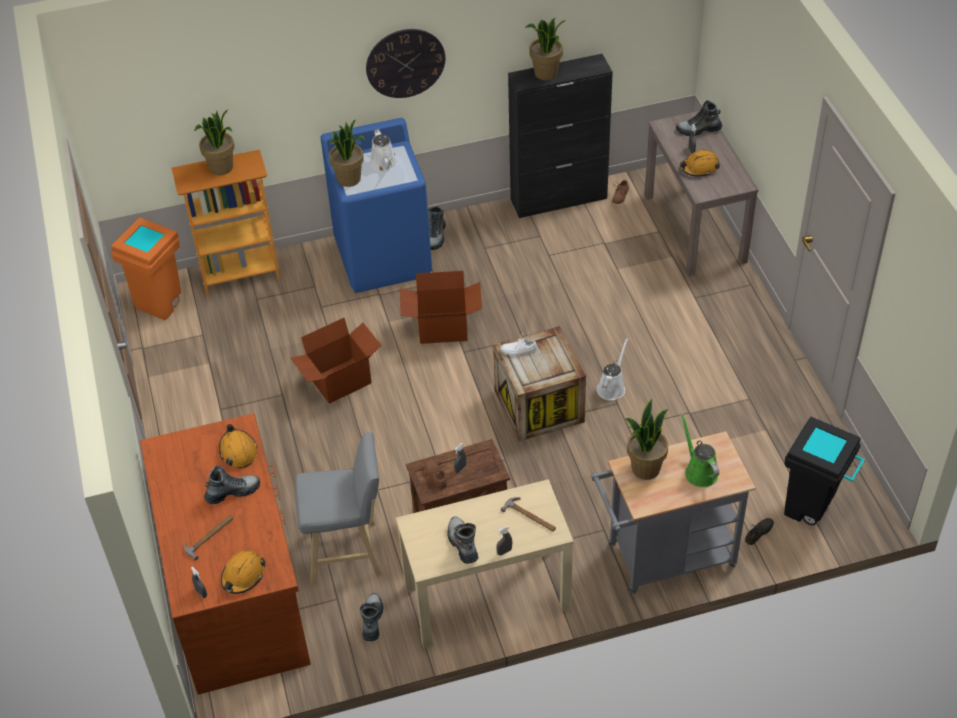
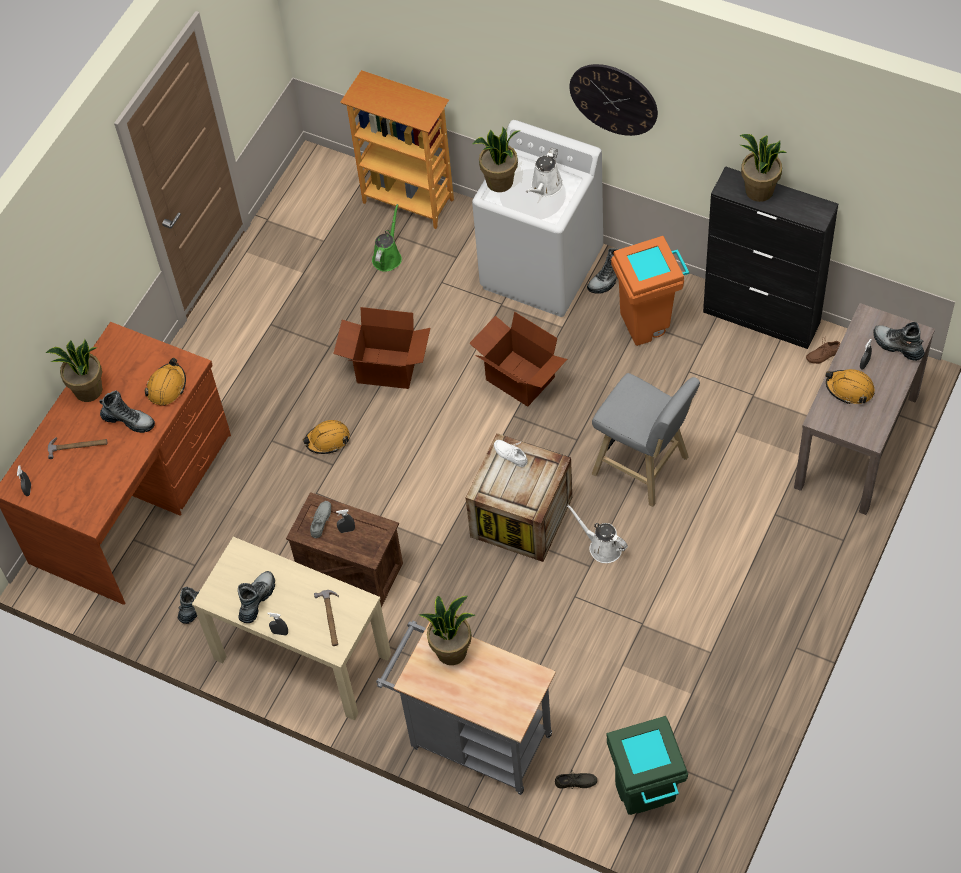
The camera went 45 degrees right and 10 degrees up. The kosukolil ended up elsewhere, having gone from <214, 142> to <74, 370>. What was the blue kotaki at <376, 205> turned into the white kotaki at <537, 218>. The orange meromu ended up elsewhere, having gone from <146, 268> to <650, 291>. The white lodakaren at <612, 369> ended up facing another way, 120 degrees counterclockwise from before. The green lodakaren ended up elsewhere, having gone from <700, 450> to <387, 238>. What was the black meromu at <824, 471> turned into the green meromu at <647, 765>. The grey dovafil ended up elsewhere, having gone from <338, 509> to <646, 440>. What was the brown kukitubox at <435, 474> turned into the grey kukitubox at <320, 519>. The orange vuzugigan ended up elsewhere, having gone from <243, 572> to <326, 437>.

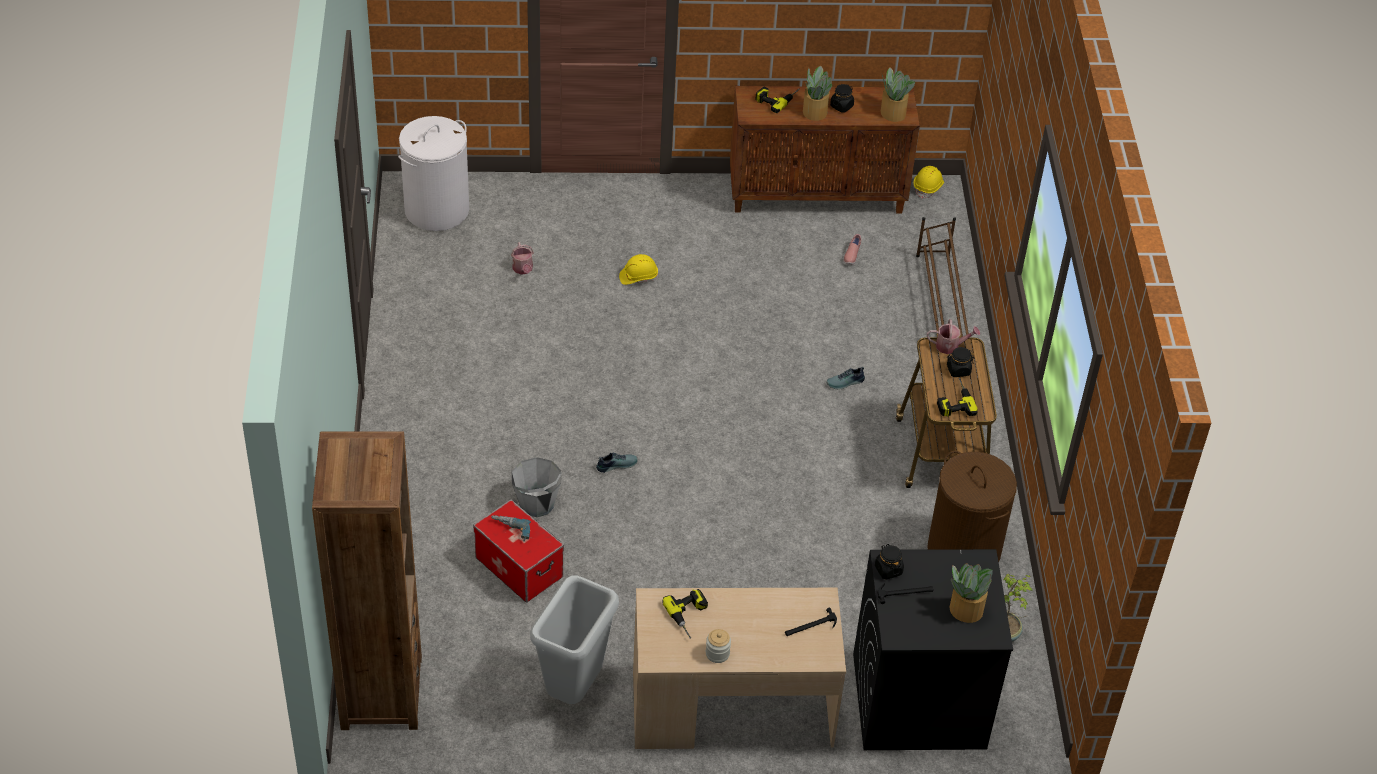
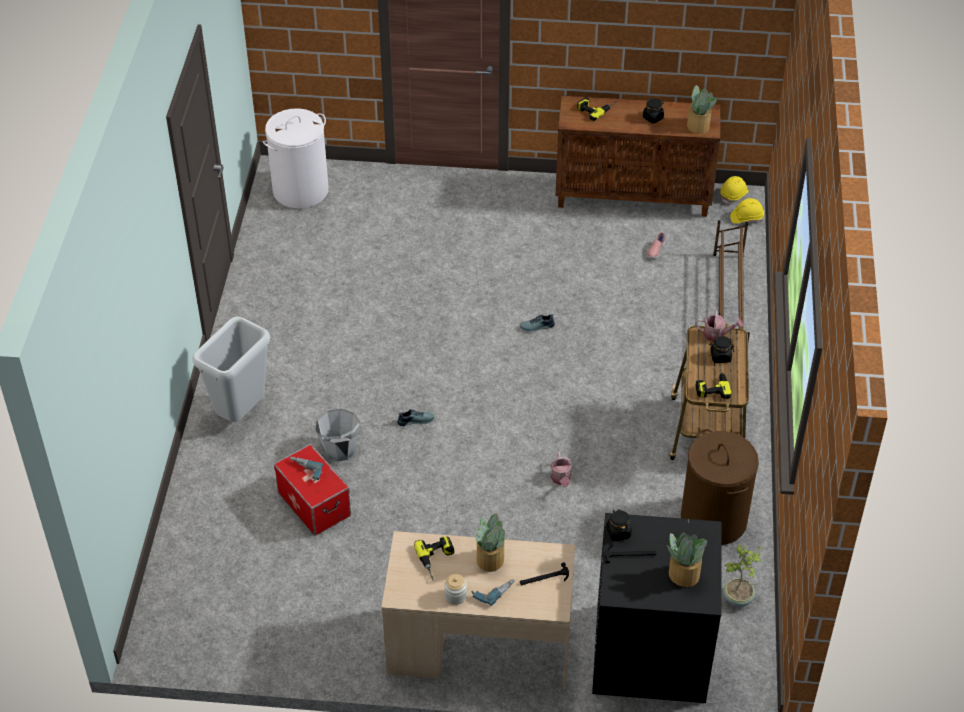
The camera went 10 degrees right and 0 degrees up. The kosukolil ended up elsewhere, having gone from <817, 93> to <490, 542>. The lodakaren ended up elsewhere, having gone from <522, 258> to <561, 469>. The yellow vuzugigan ended up elsewhere, having gone from <638, 269> to <747, 210>. The kukitubox ended up elsewhere, having gone from <845, 378> to <537, 323>. The second view lost the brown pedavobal at <367, 580>. The grey meromu ended up elsewhere, having gone from <574, 639> to <231, 369>. The second view gained the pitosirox at <493, 592>.

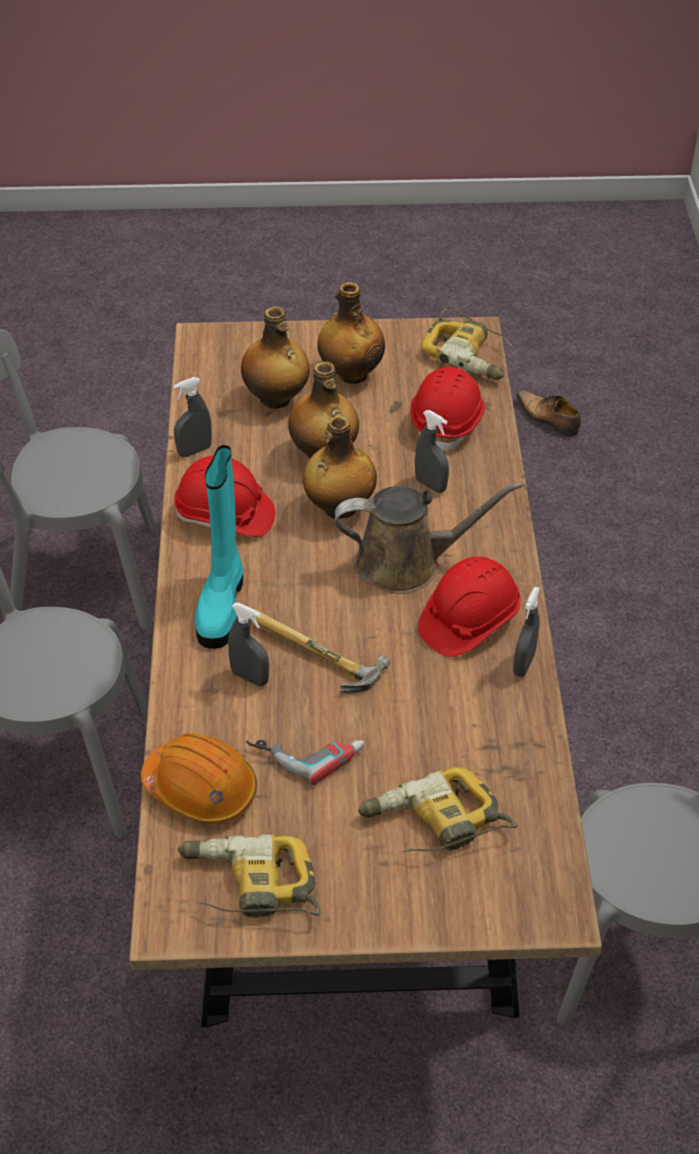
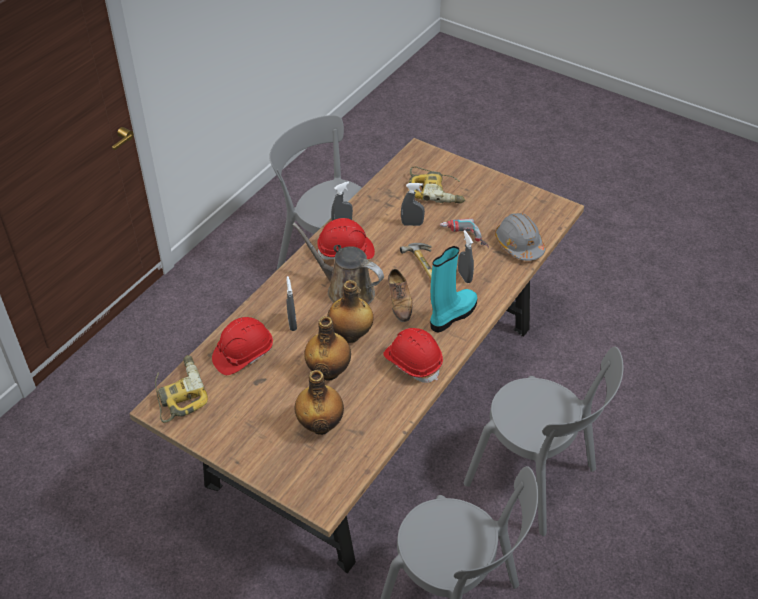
The camera went 145 degrees left and 0 degrees up. The second view lost the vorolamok at <351, 333>. The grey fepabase ended up elsewhere, having gone from <192, 417> to <413, 204>. The kukitubox ended up elsewhere, having gone from <548, 413> to <400, 295>. What was the orange vuzugigan at <199, 778> turned into the grey vuzugigan at <520, 237>. The second view lost the pitosirox at <249, 876>.

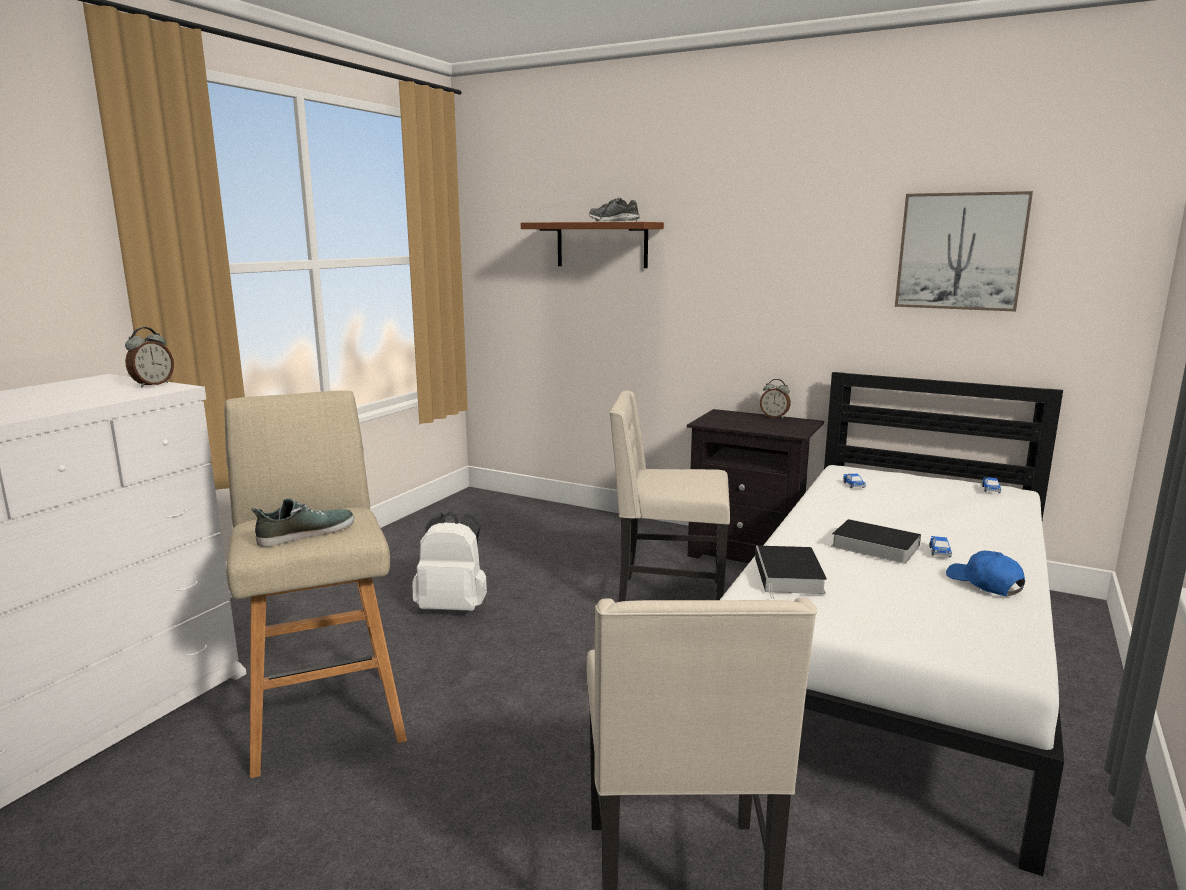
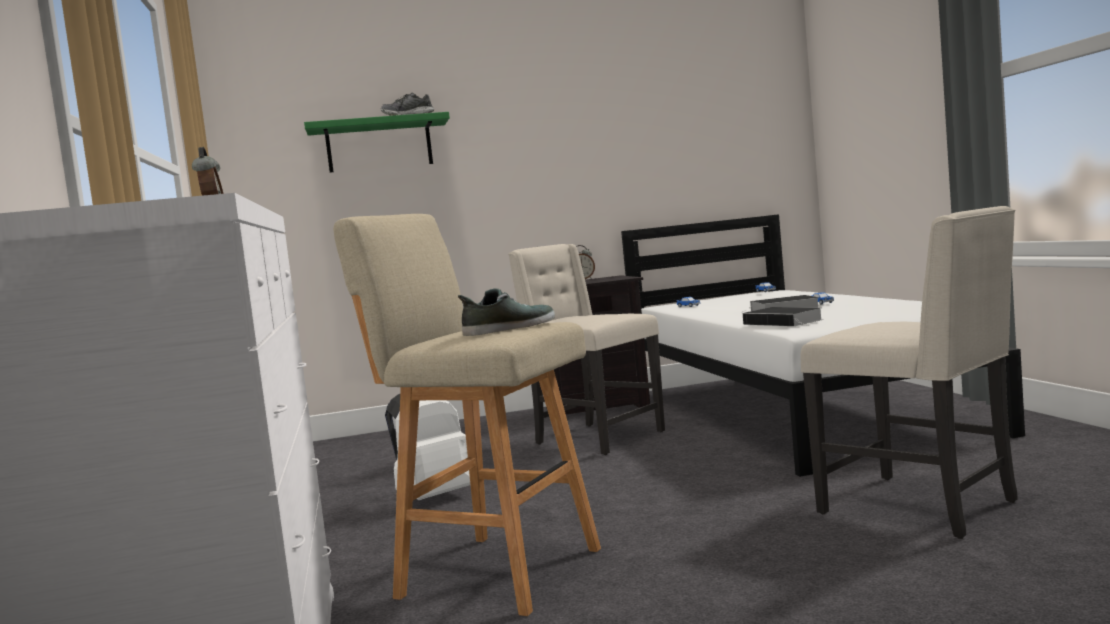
The camera went 40 degrees left and 10 degrees down. The second view lost the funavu at <964, 251>. What was the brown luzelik at <592, 245> turned into the green luzelik at <377, 142>. The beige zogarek at <669, 496> ended up facing another way, 75 degrees clockwise from before. The kukitubox at <302, 523> ended up facing another way, 45 degrees clockwise from before. The second view lost the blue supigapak at <985, 573>.

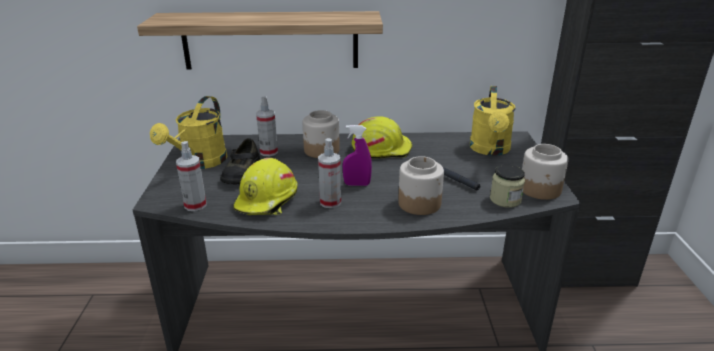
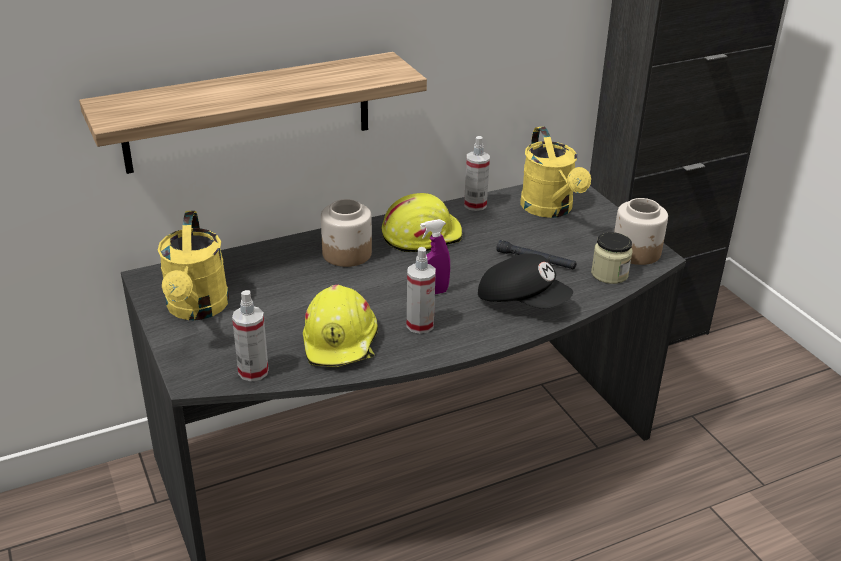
The camera went 25 degrees left and 5 degrees up. The fepabase ended up elsewhere, having gone from <267, 126> to <477, 173>. The second view lost the black kukitubox at <240, 161>. Where the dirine stood at <421, 185>, the black supigapak came to stand at <525, 281>.

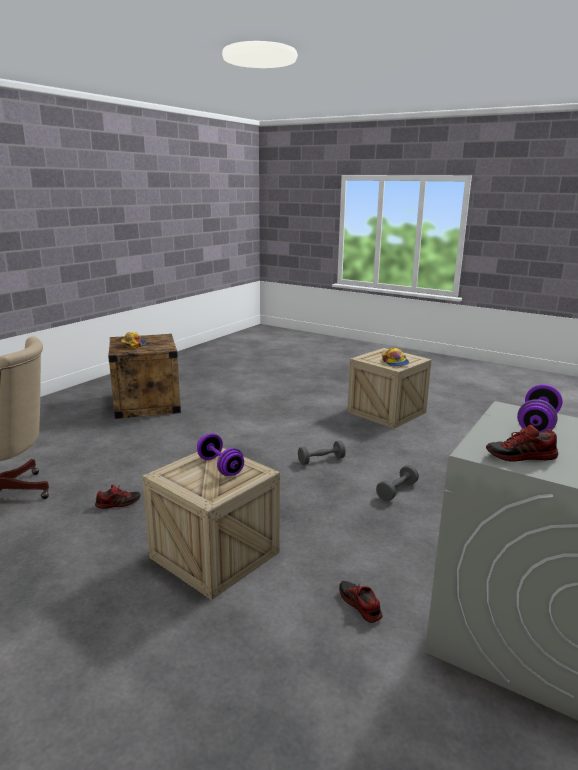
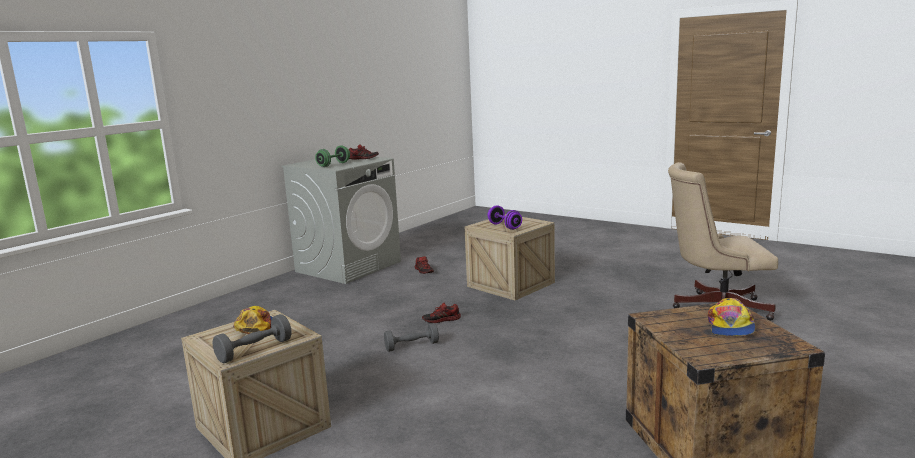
The camera went 175 degrees left and 5 degrees down. What was the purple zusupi at <540, 408> turned into the green zusupi at <332, 156>. The grey zusupi ended up elsewhere, having gone from <397, 483> to <252, 338>. The kukitubox ended up elsewhere, having gone from <118, 497> to <441, 313>.

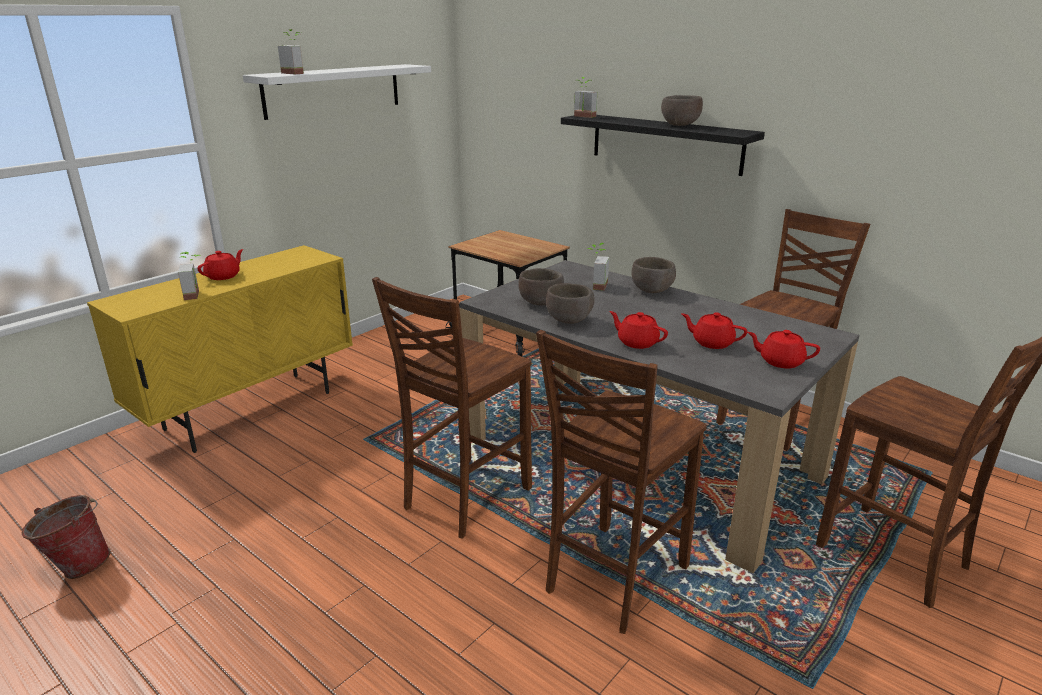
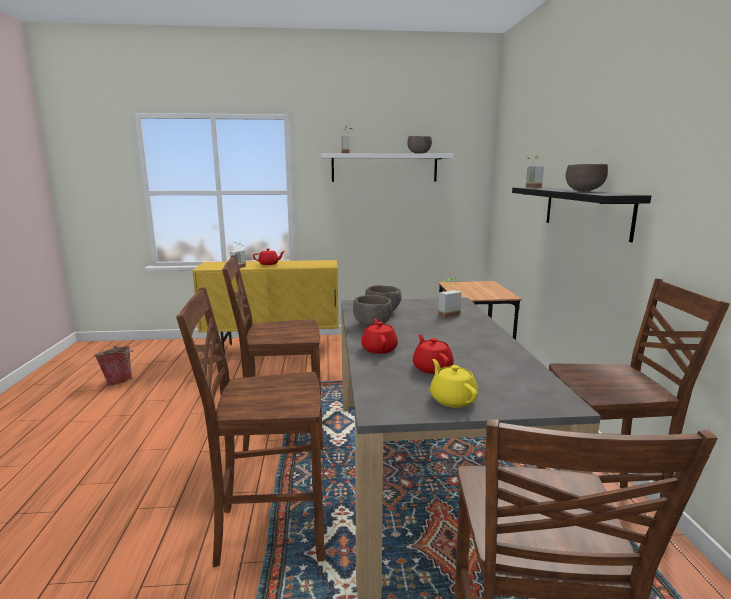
The camera went 45 degrees right and 10 degrees down. The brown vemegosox ended up elsewhere, having gone from <653, 275> to <419, 145>. What was the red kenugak at <783, 349> turned into the yellow kenugak at <454, 383>.

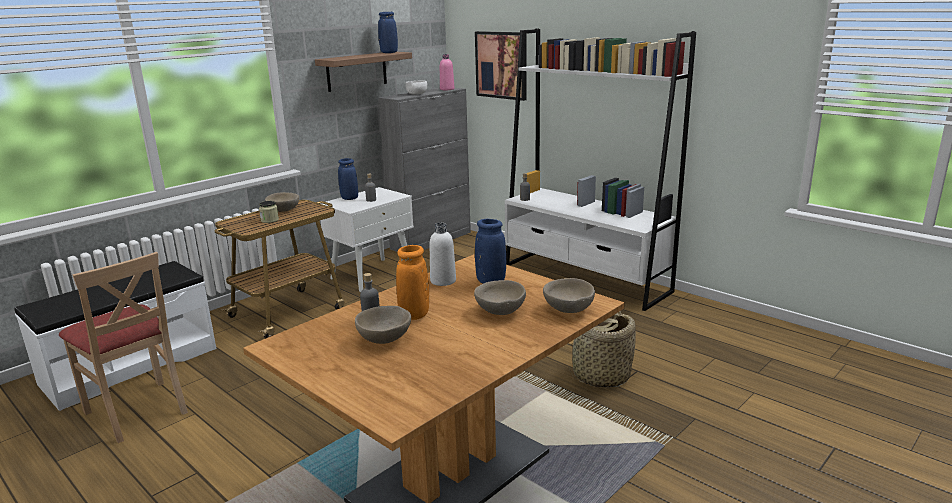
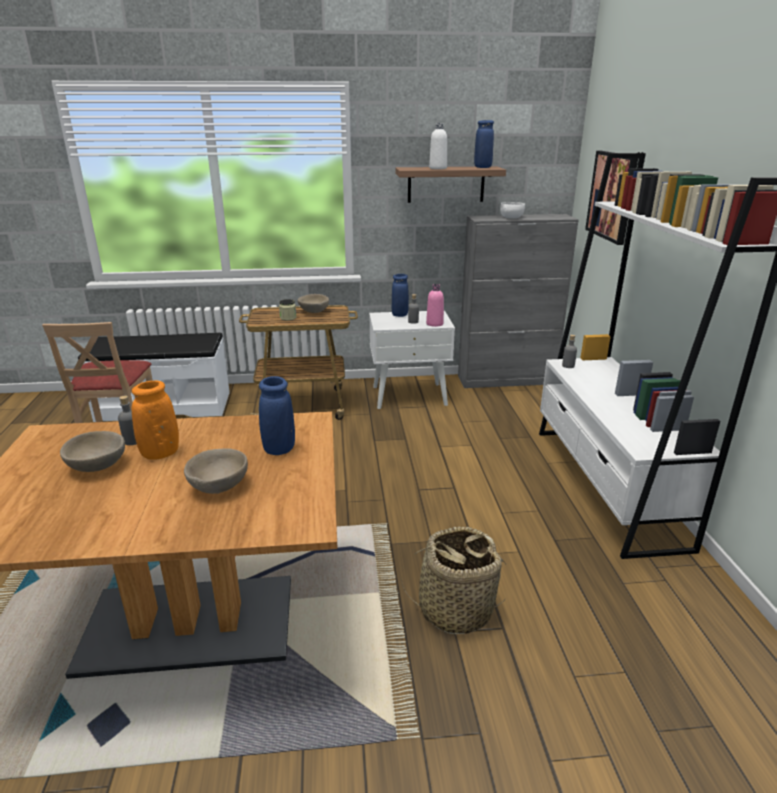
The camera went 40 degrees right and 5 degrees up. The pink vorolamok ended up elsewhere, having gone from <447, 72> to <435, 305>. The white vorolamok ended up elsewhere, having gone from <443, 254> to <438, 146>. The second view lost the beige vemegosox at <569, 295>.

